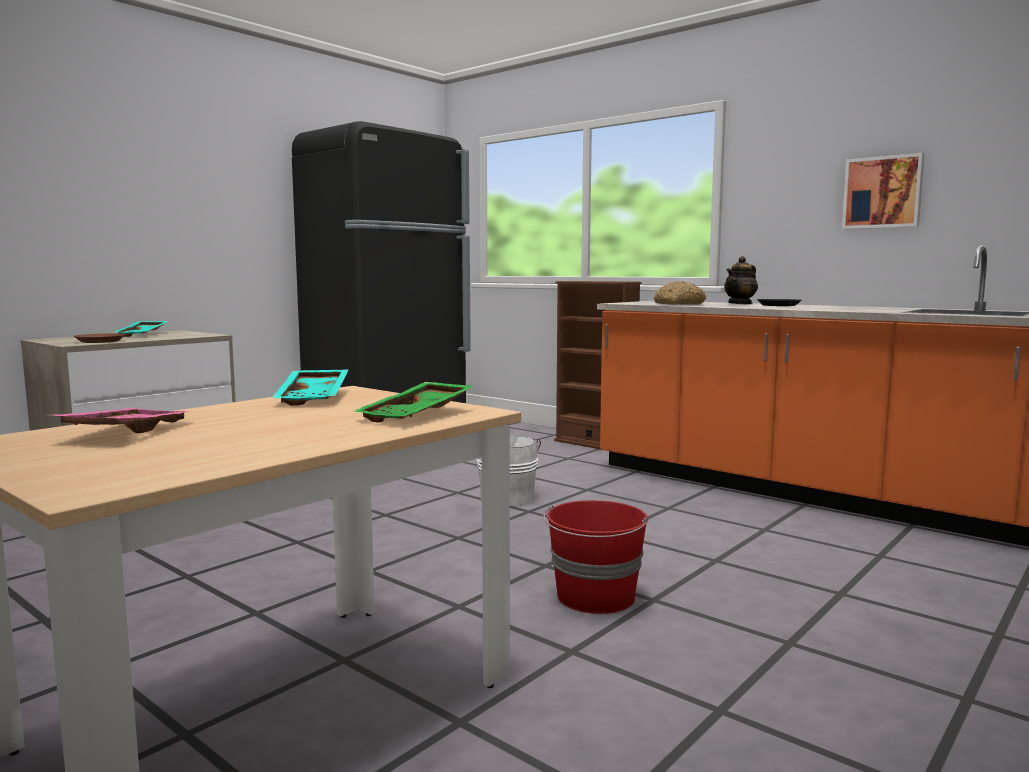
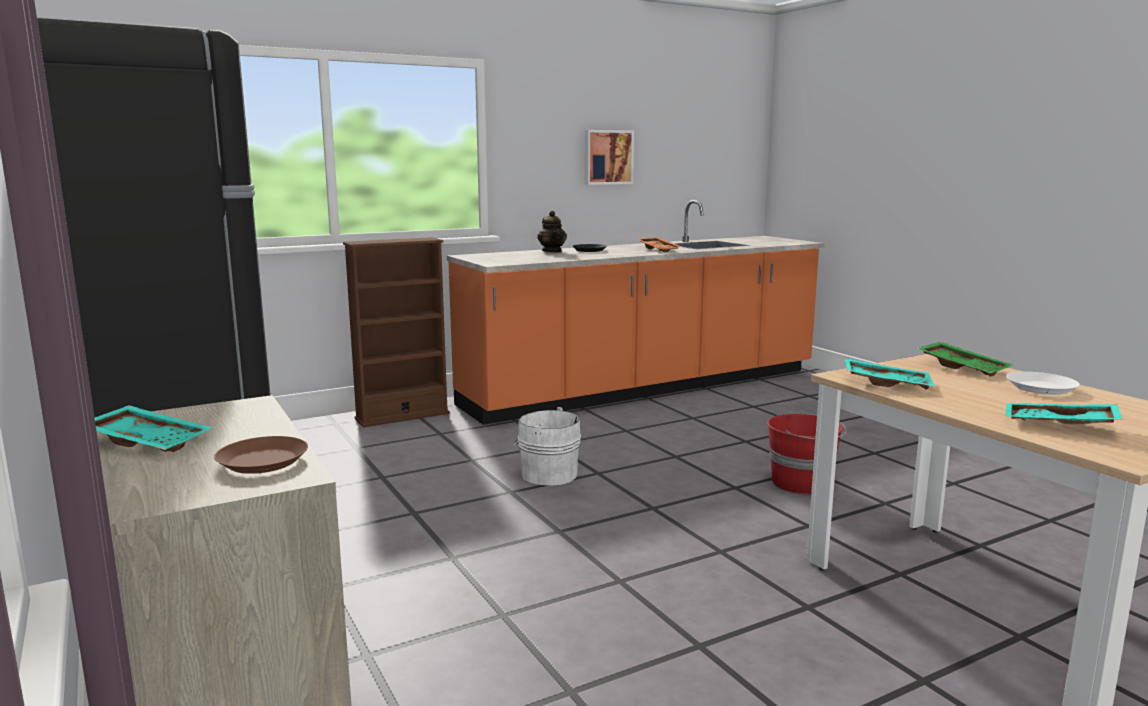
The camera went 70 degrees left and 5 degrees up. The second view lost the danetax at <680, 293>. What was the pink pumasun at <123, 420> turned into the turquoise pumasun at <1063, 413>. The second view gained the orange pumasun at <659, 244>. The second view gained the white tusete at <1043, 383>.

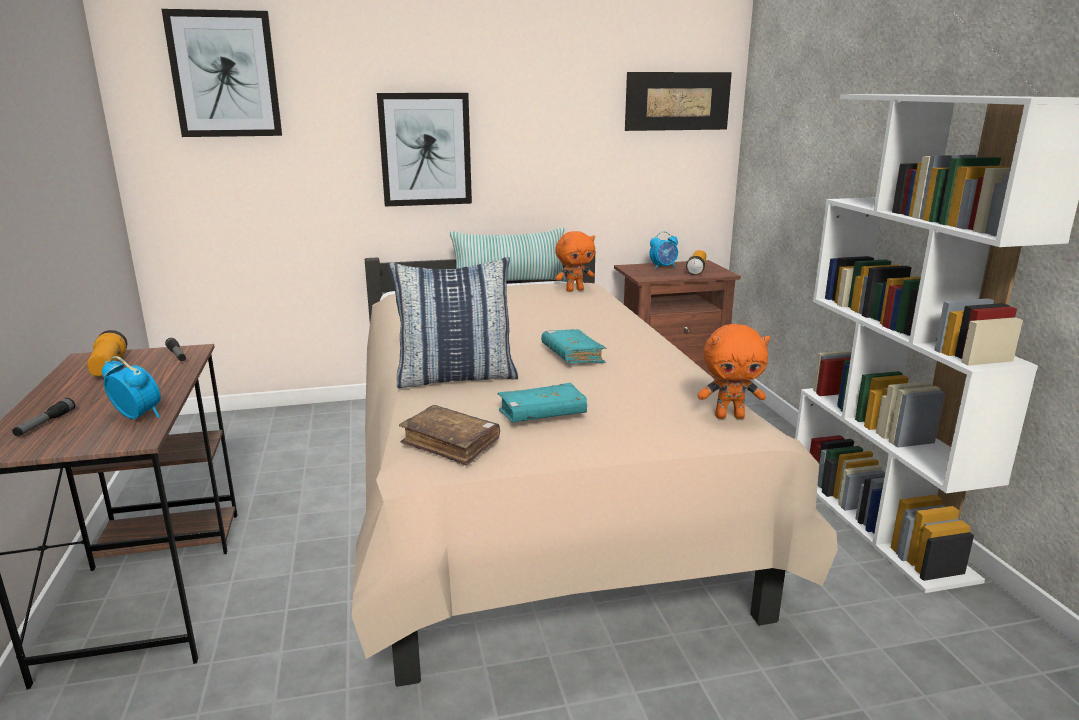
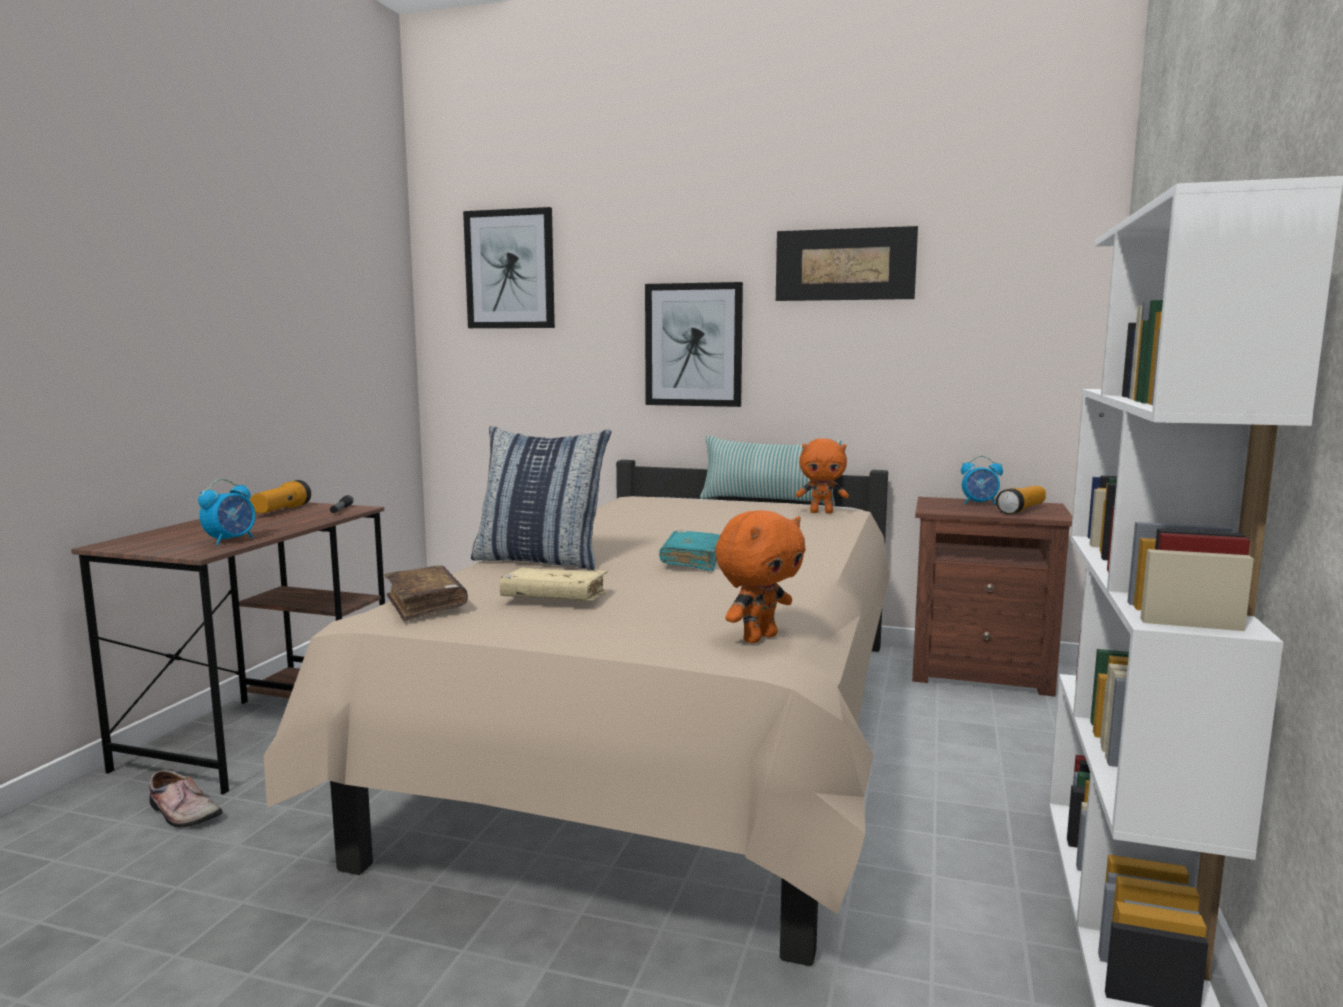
The camera went 30 degrees right and 10 degrees down. The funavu ended up elsewhere, having gone from <678, 101> to <847, 263>. The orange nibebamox at <733, 371> ended up facing another way, 75 degrees counterclockwise from before. The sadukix at <131, 387> ended up facing another way, 60 degrees clockwise from before. What was the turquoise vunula at <542, 402> turned into the beige vunula at <554, 584>. The second view lost the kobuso at <43, 417>. The second view gained the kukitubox at <186, 798>.

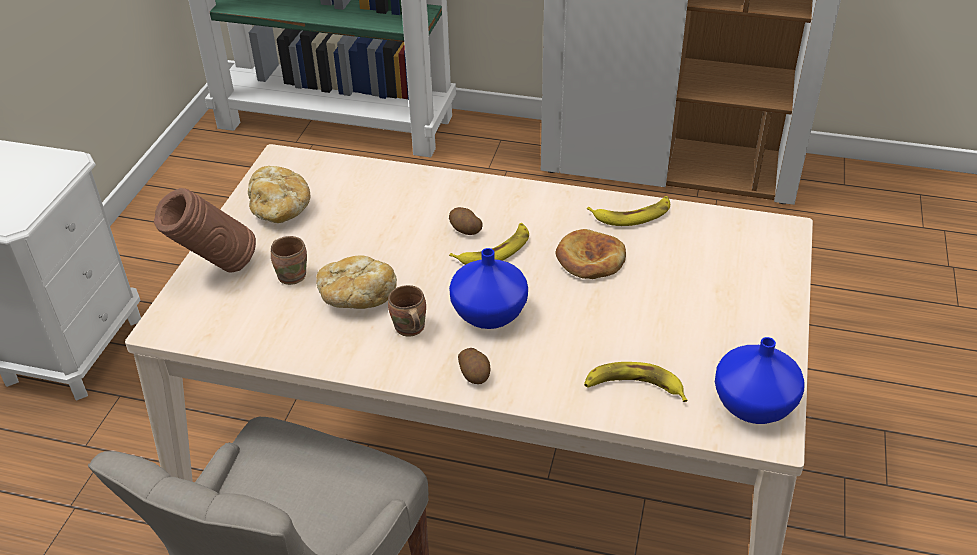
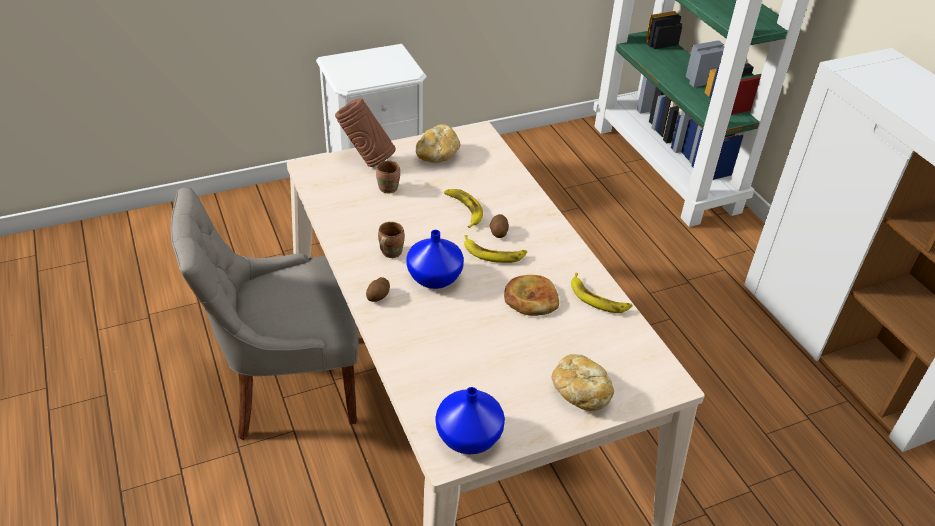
The camera went 50 degrees right and 0 degrees up. The danetax ended up elsewhere, having gone from <356, 282> to <583, 382>. The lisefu ended up elsewhere, having gone from <636, 382> to <463, 208>.

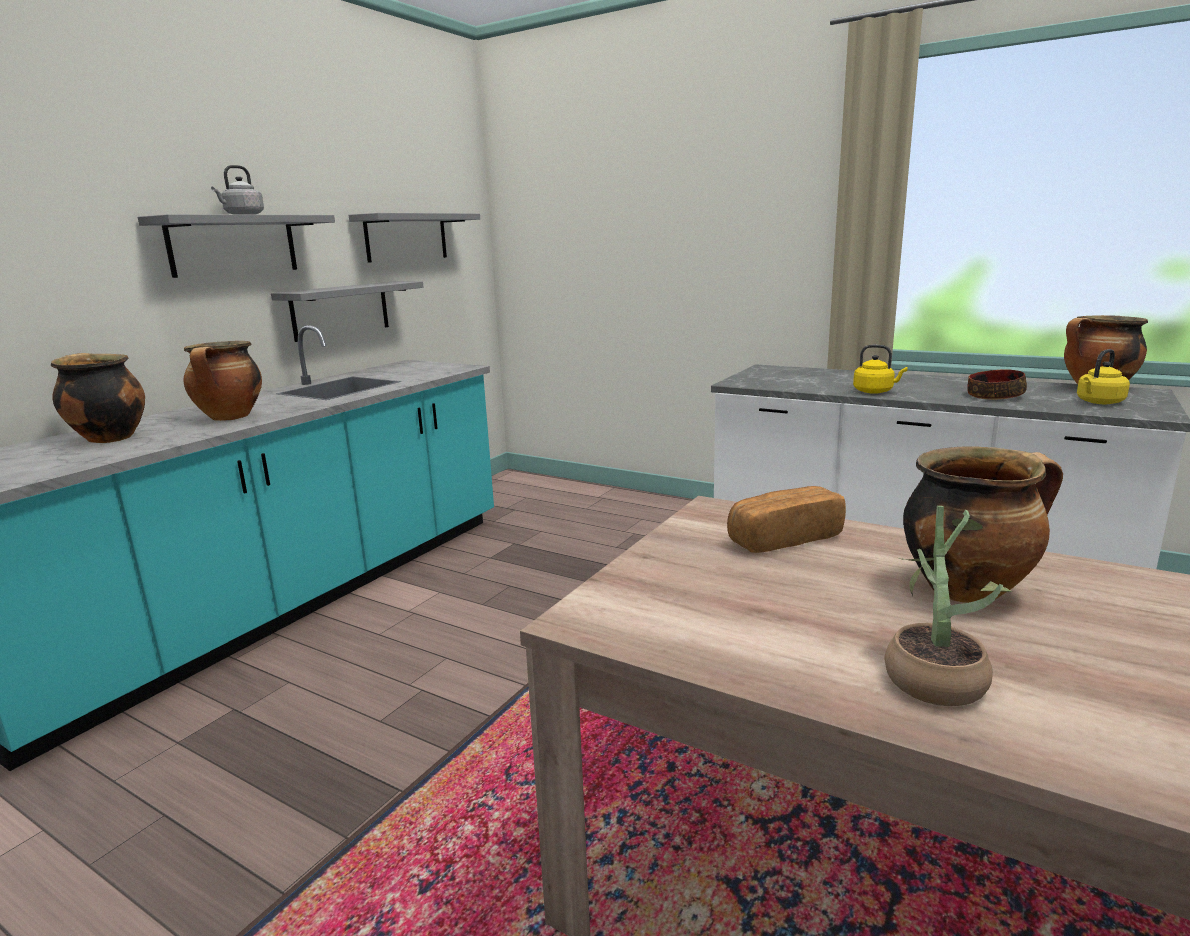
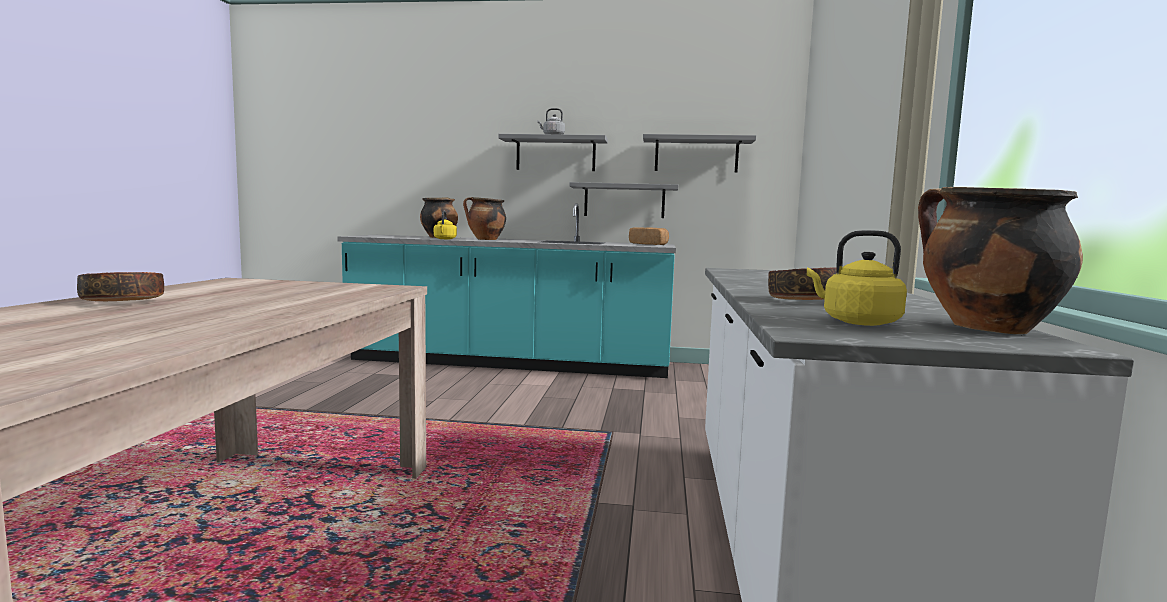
The camera went 65 degrees right and 10 degrees down. The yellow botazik ended up elsewhere, having gone from <880, 369> to <445, 224>. The second view lost the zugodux at <983, 524>. The danetax ended up elsewhere, having gone from <786, 519> to <649, 236>. Where the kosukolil stood at <948, 606>, the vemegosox came to stand at <120, 286>.

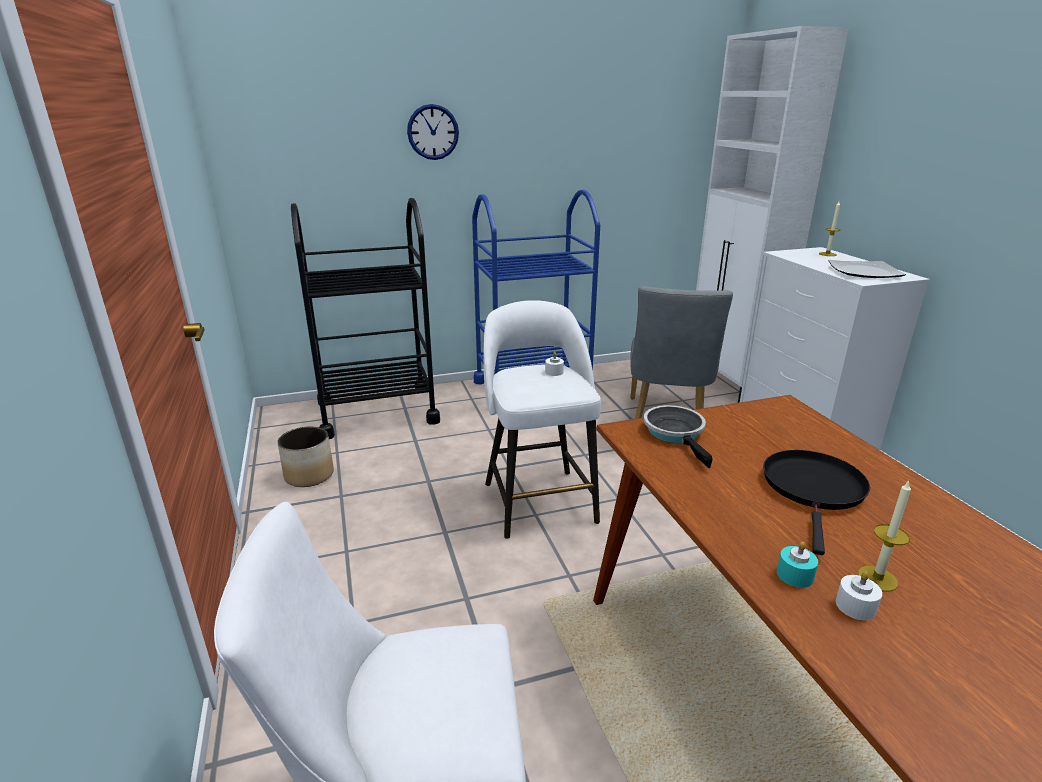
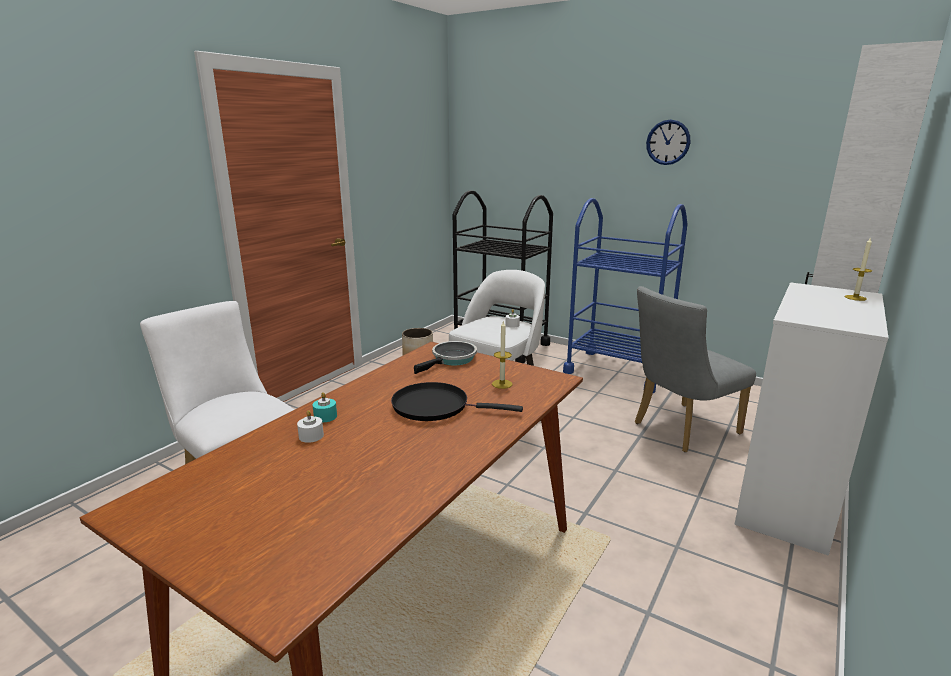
The camera went 50 degrees right and 5 degrees down. The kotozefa ended up elsewhere, having gone from <433, 132> to <668, 142>. The second view lost the tusete at <867, 269>. The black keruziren at <816, 502> ended up facing another way, 150 degrees counterclockwise from before. The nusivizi ended up elsewhere, having gone from <884, 536> to <502, 354>.

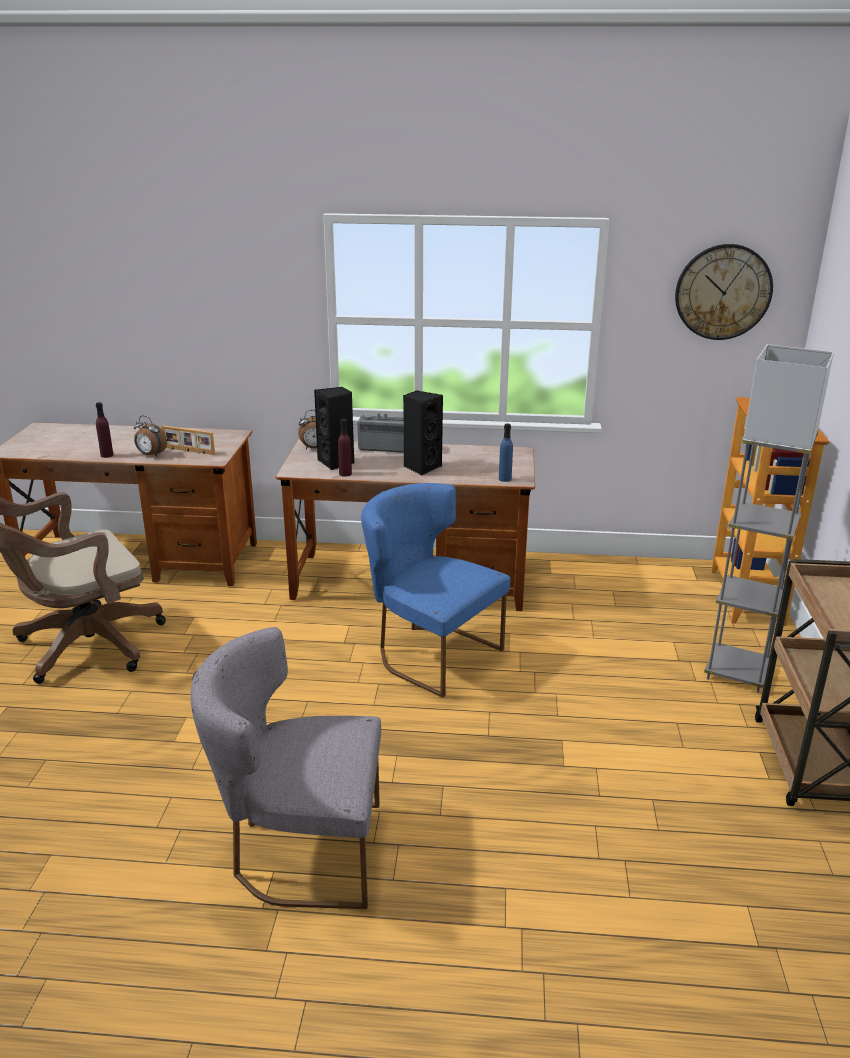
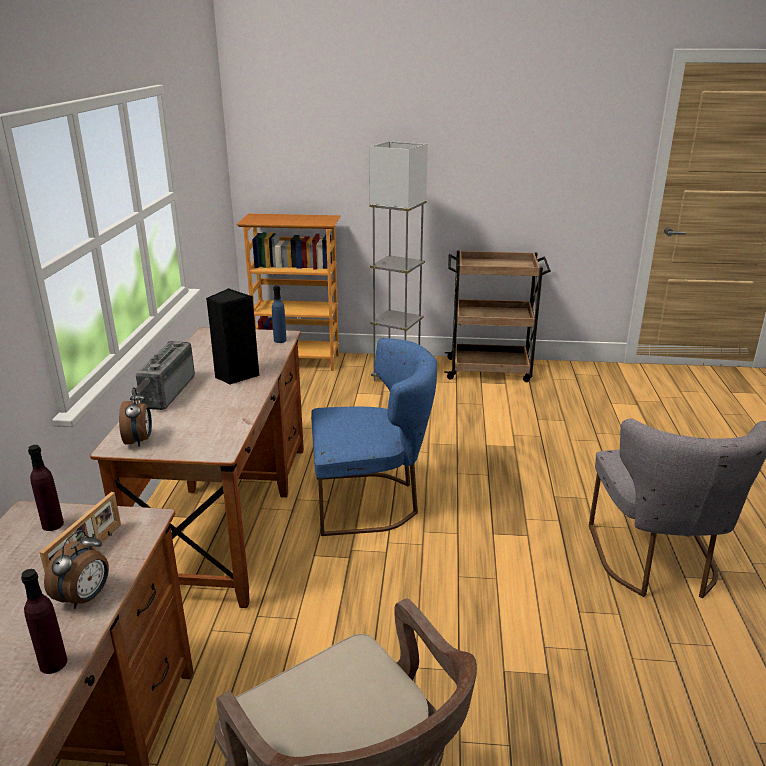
The camera went 90 degrees left and 0 degrees up. The second view lost the kotozefa at <724, 292>. The second view lost the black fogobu at <334, 428>. The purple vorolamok ended up elsewhere, having gone from <345, 448> to <46, 488>. The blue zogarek at <436, 590> ended up facing another way, 135 degrees counterclockwise from before.

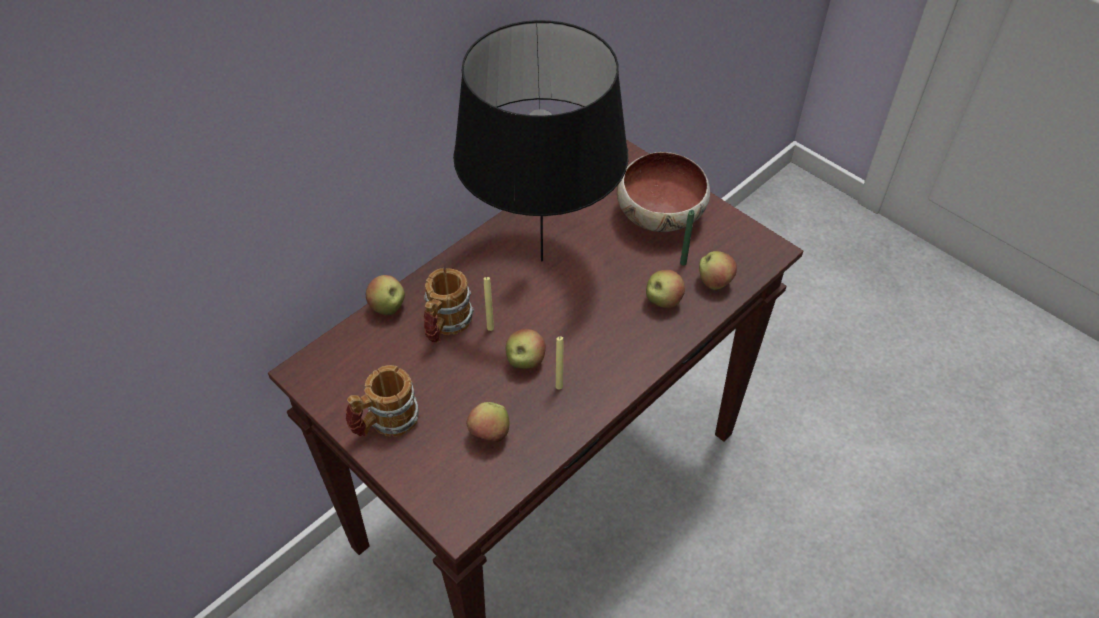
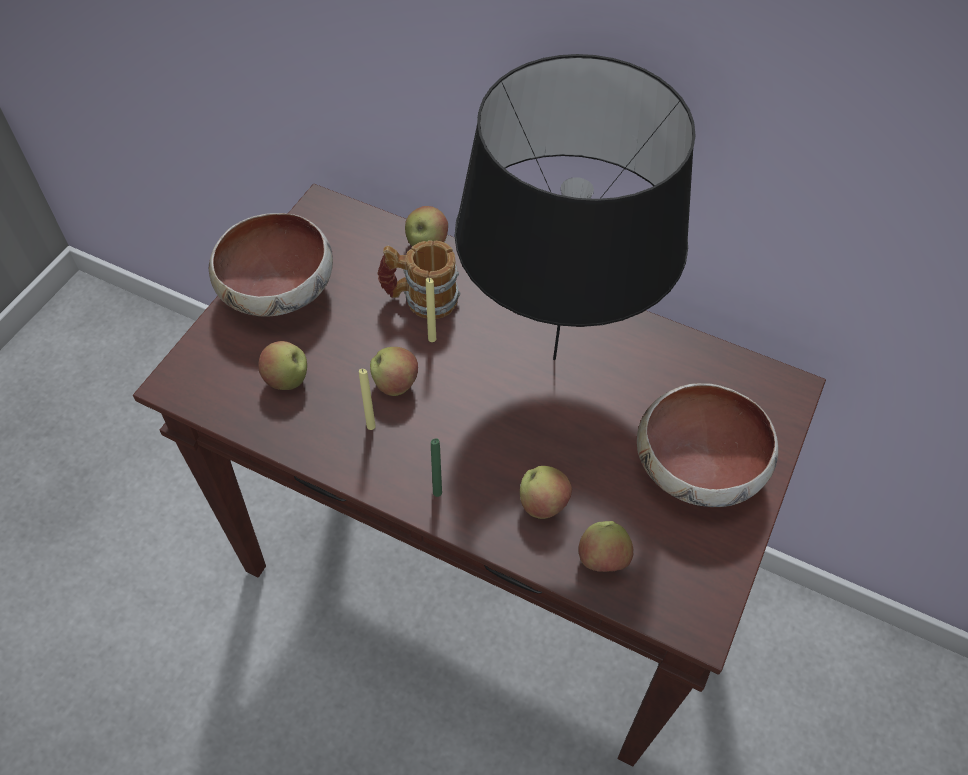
The camera went 70 degrees right and 5 degrees up. The green nusivizi ended up elsewhere, having gone from <687, 238> to <436, 467>. Where the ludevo stood at <382, 401>, the vemegosox came to stand at <271, 265>.

